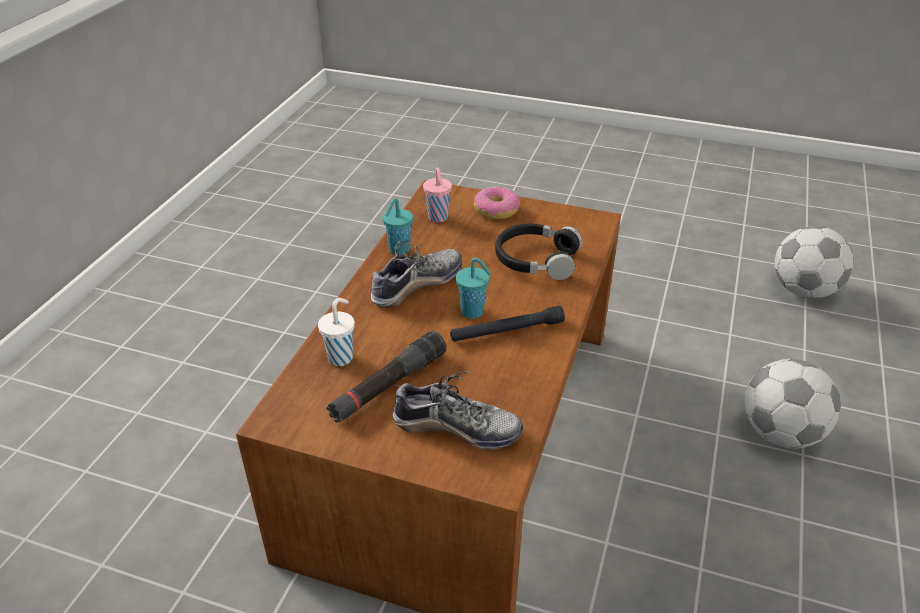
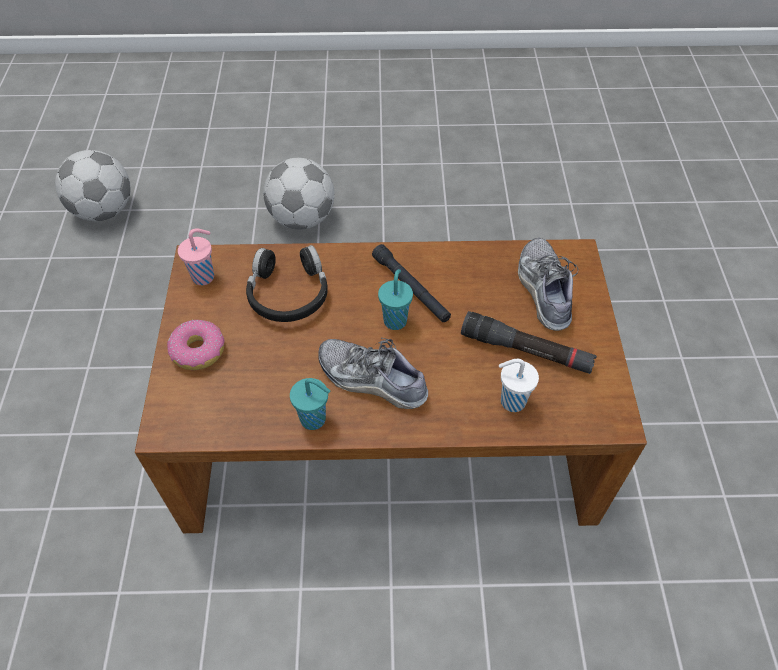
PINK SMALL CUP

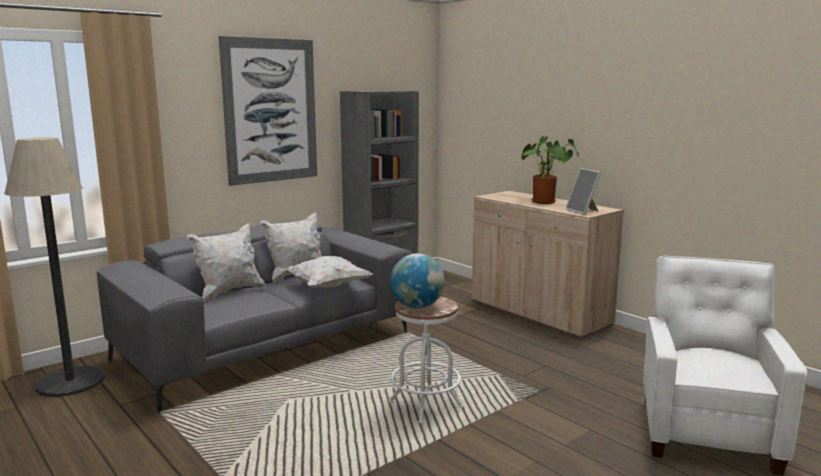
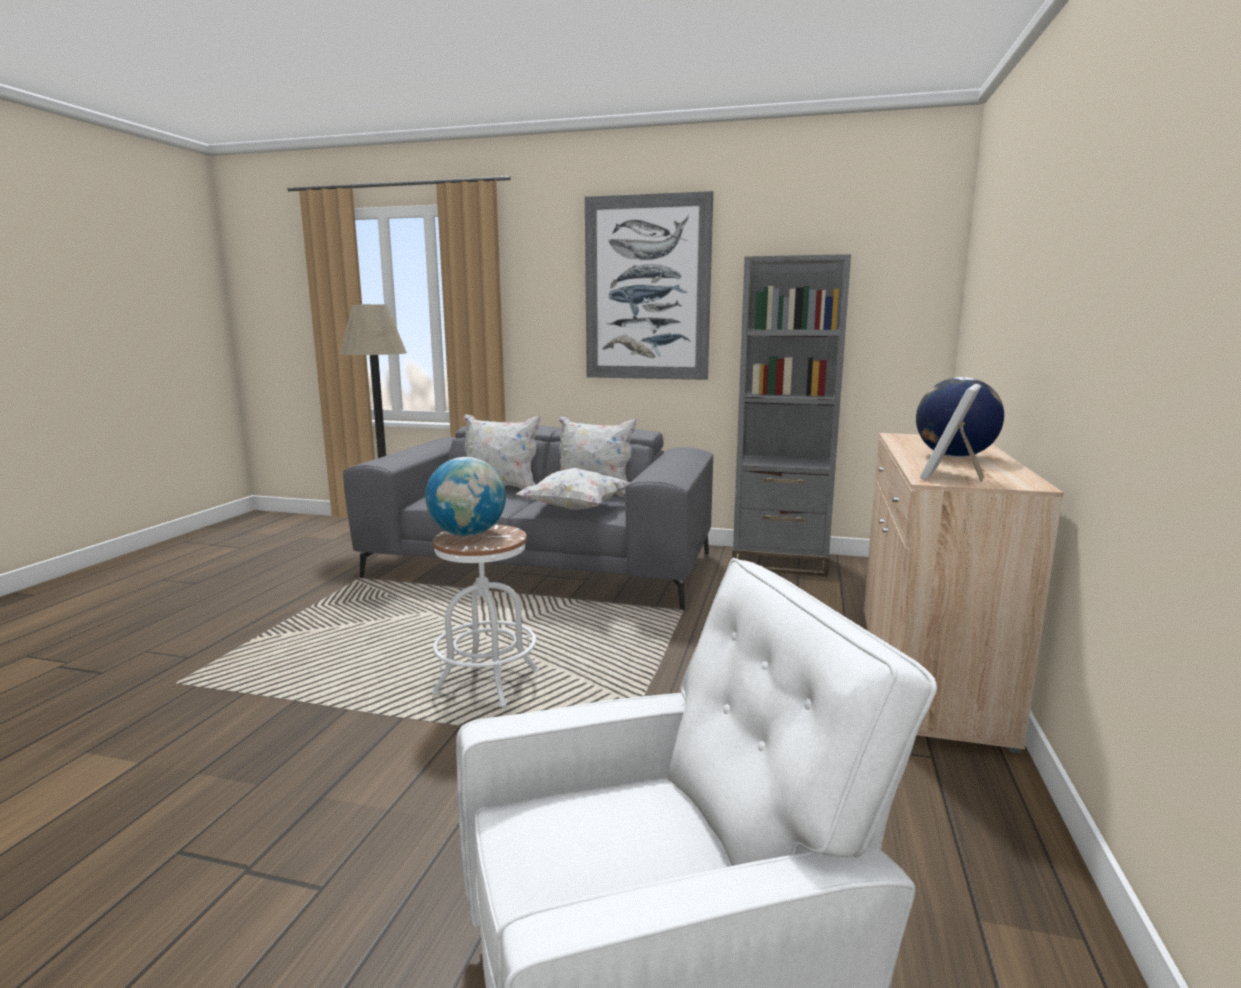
GLOBE (2nd from left)

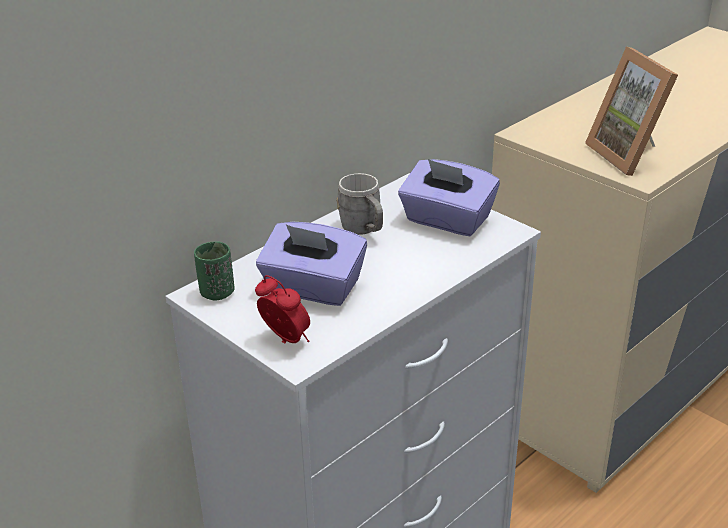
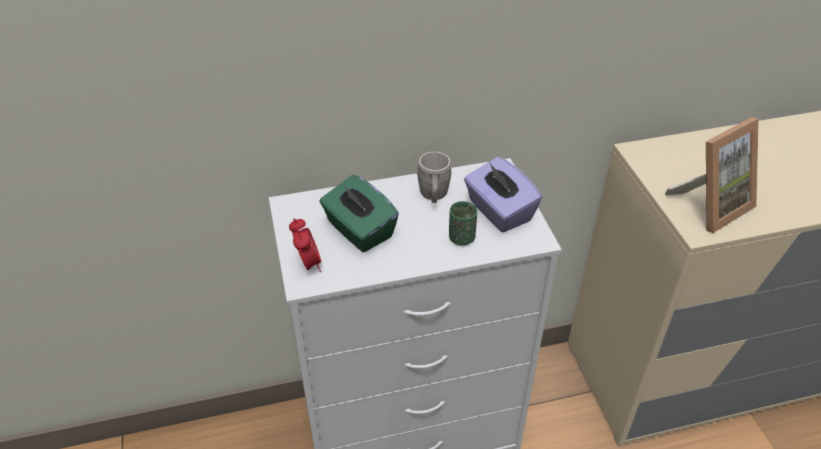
GREEN SMALL CUP
GREEN BOX OF TISSUES
PHOTO FRAME

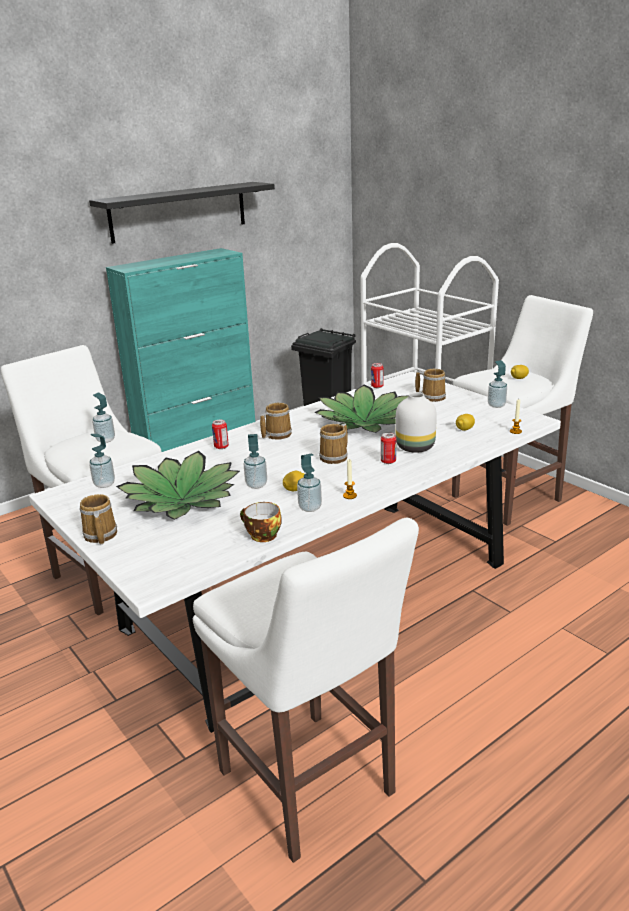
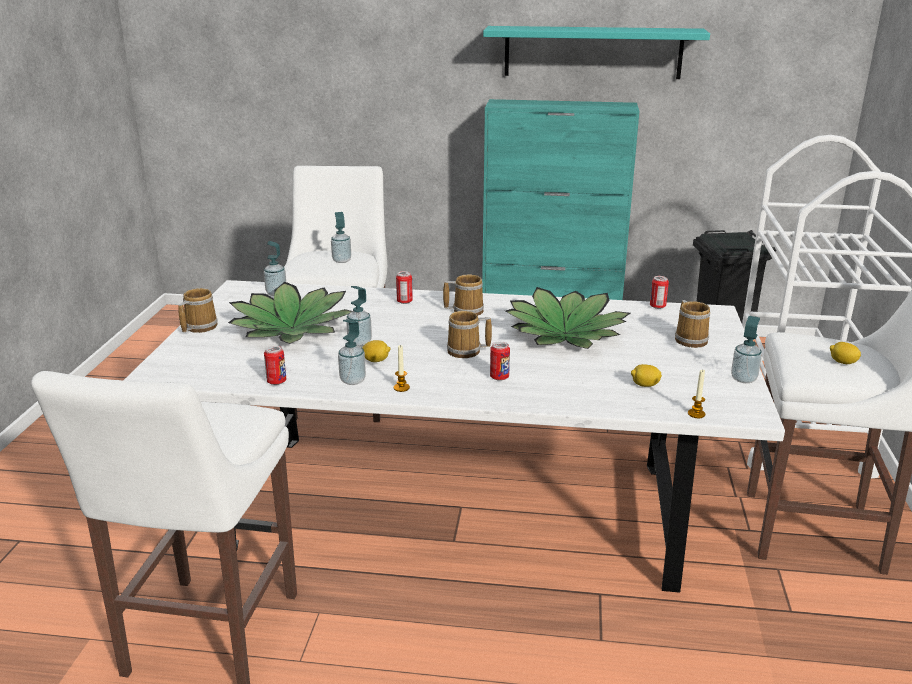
TURQUOISE SHELF
SEALED CAN (1st from left)
WHITE-COLOURED VASE

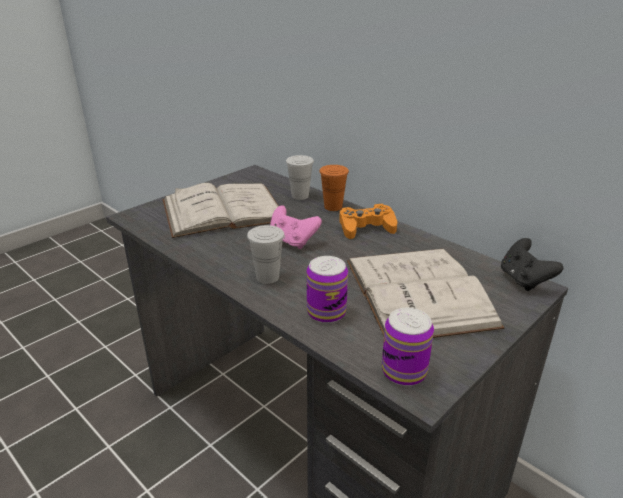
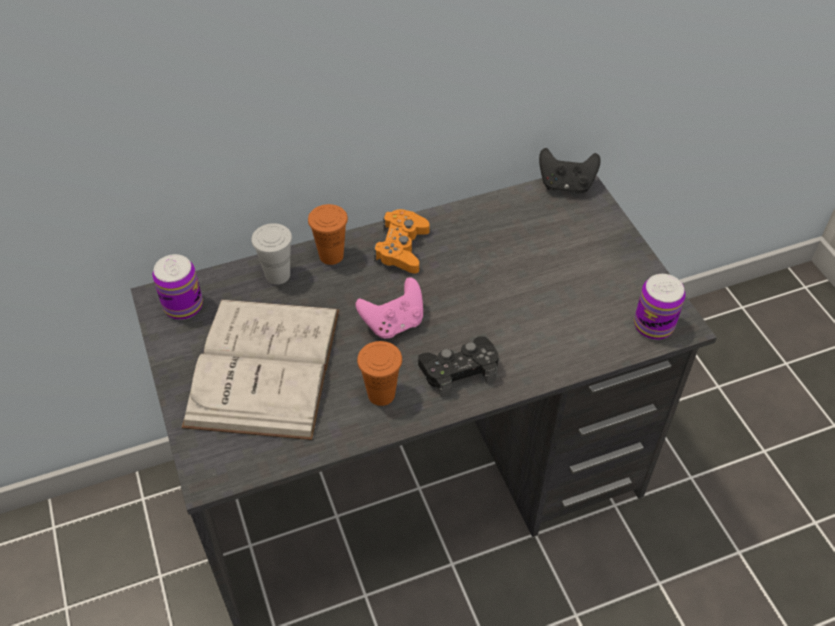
BLACK JOYPAD (1st from left)
SEALED CAN (1st from left)
WHITE-COLOURED BOOK (2nd from left in the first image)
ORANGE SMALL CUP (2nd from left)

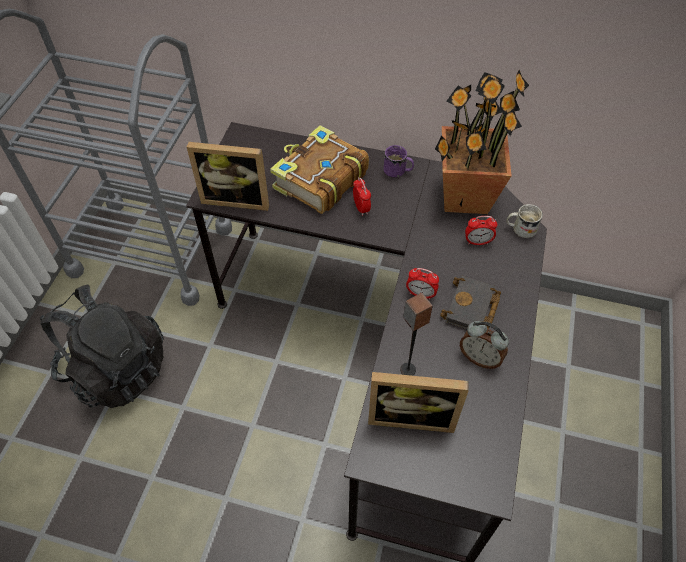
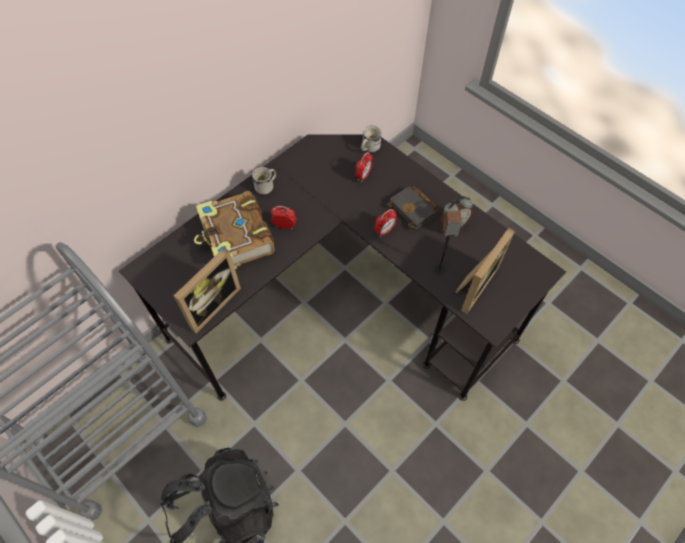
WHITE-COLOURED MUG (1st from left)
PLANT IN A POT

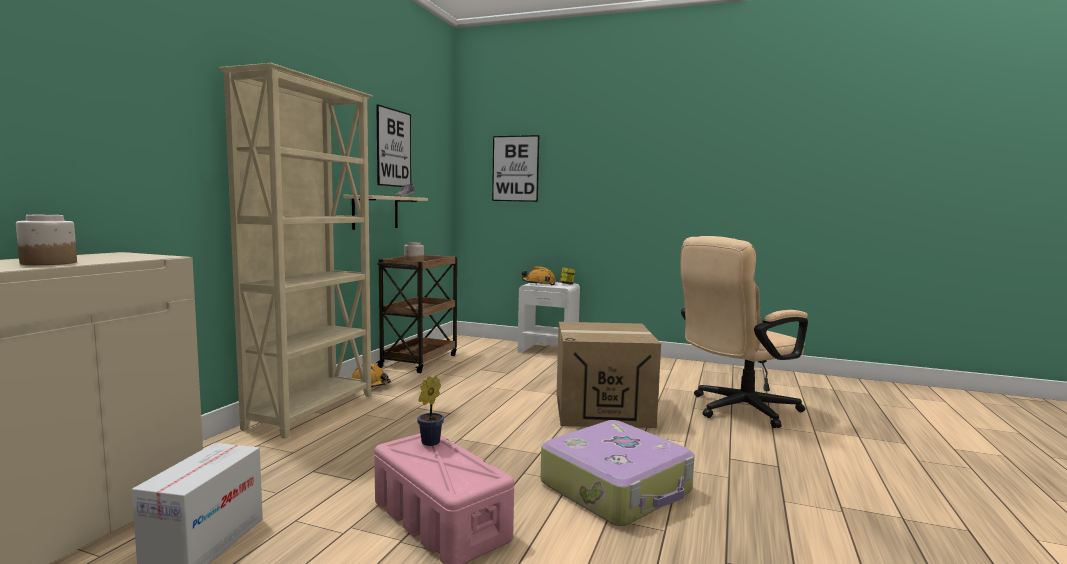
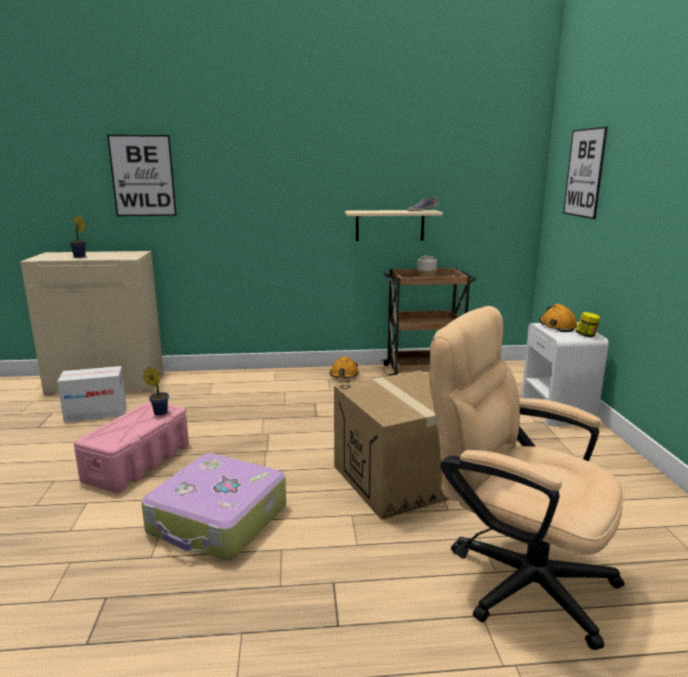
PLANT IN A POT (1st from left)
SAND-COLOURED BOOKCASE
WALL ART (1st from left)

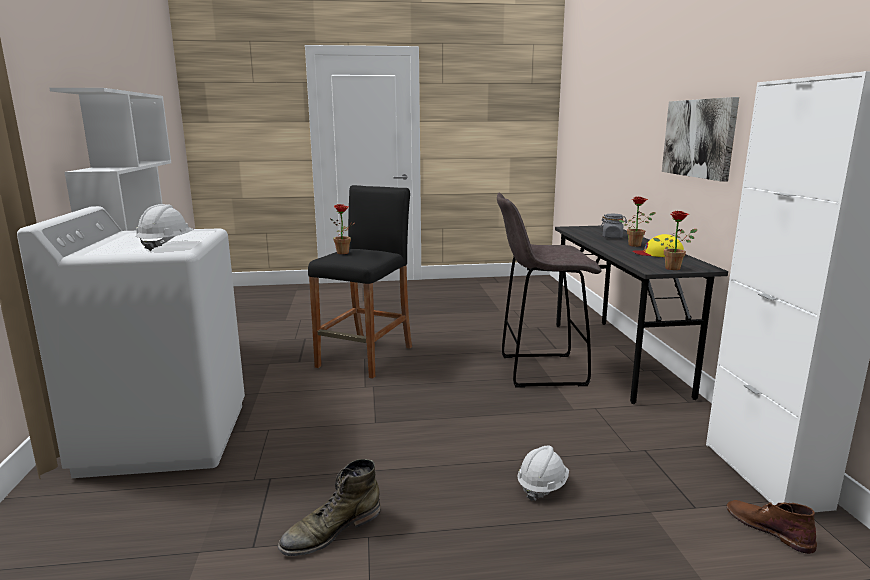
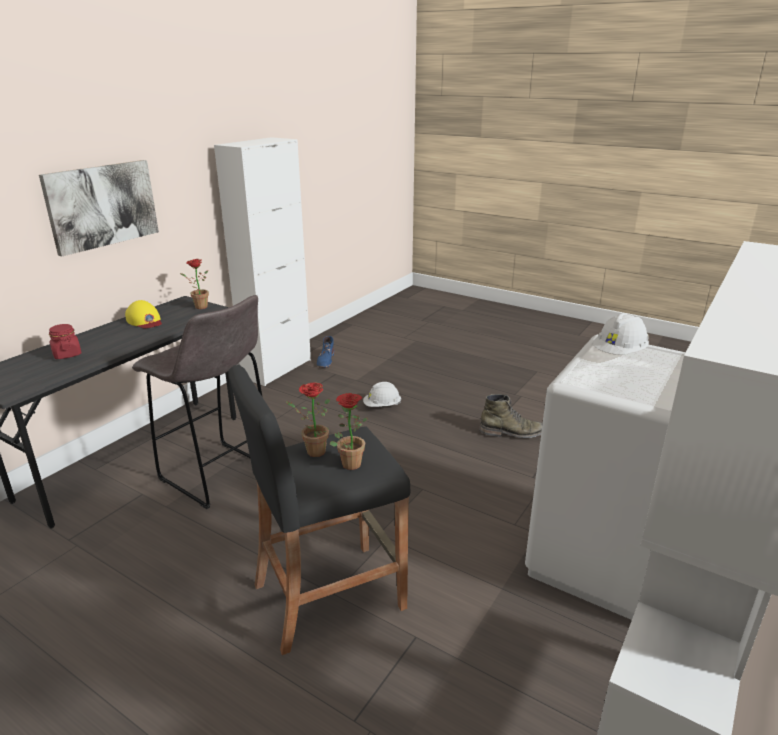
RED-COLOURED PRESERVE JAR
PLANT IN A POT (2nd from left)
BLUE-COLOURED TALL BOOT

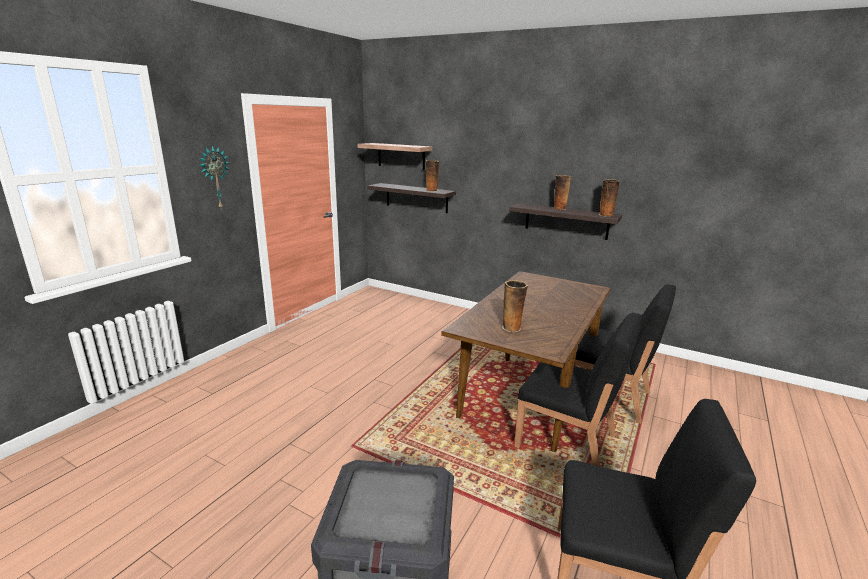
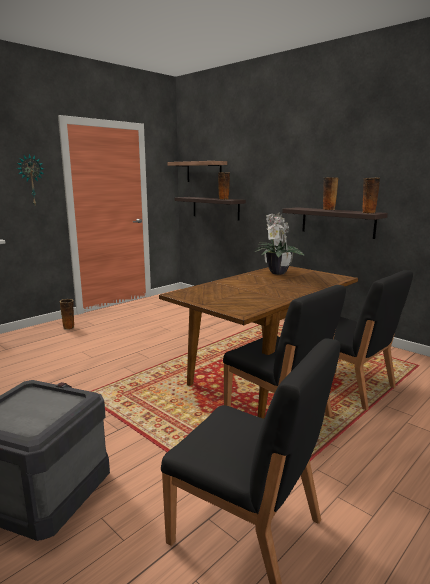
VASE (1st from left)
PLANT IN A POT

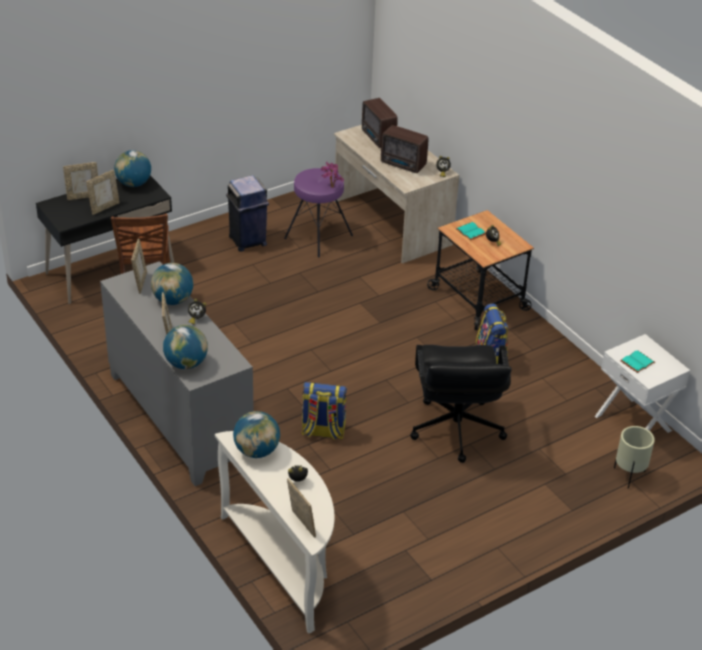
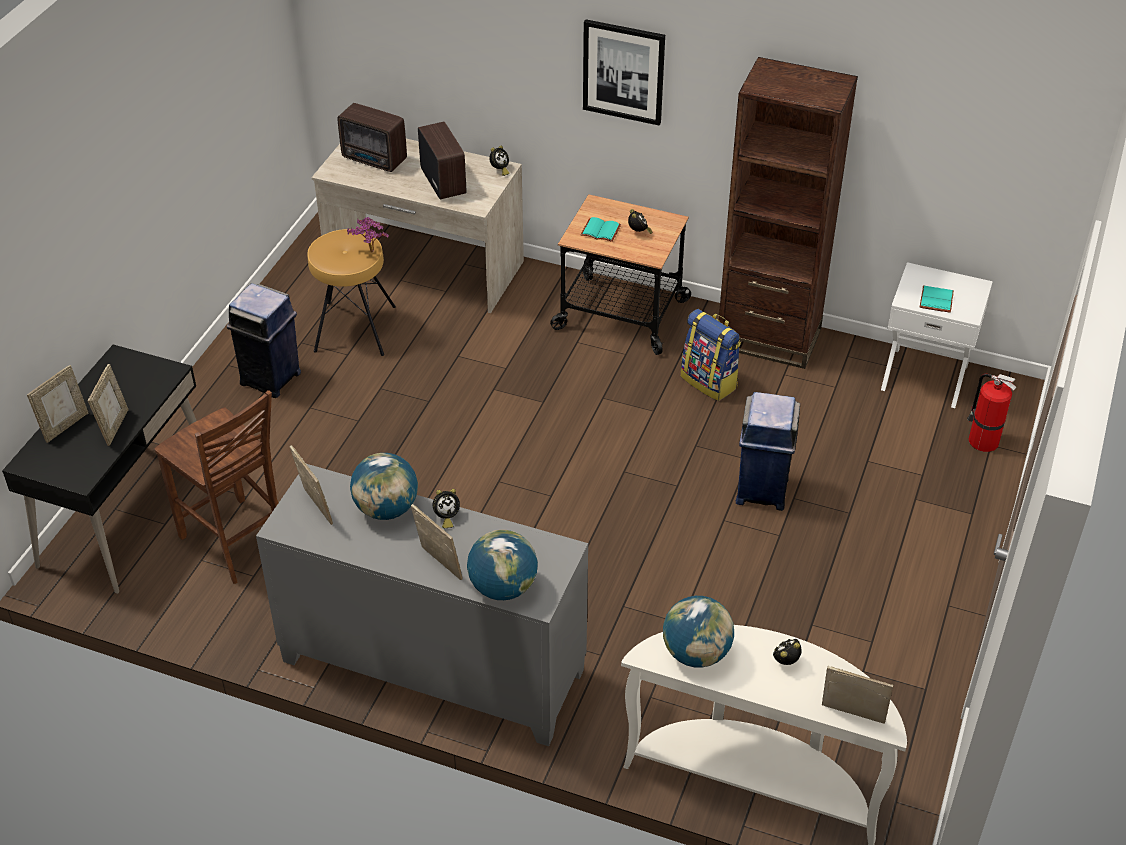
GLOBE (1st from left in the first image)
BROWN-COLOURED SITTING STOOL
RUCKSACK (1st from left in the first image)
RADIO (2nd from left)
BLUE-COLOURED TRASH CAN (2nd from left)
FIRE EXTINGUISHER
WALL ART
BROWN-COLOURED BOOKCASE

